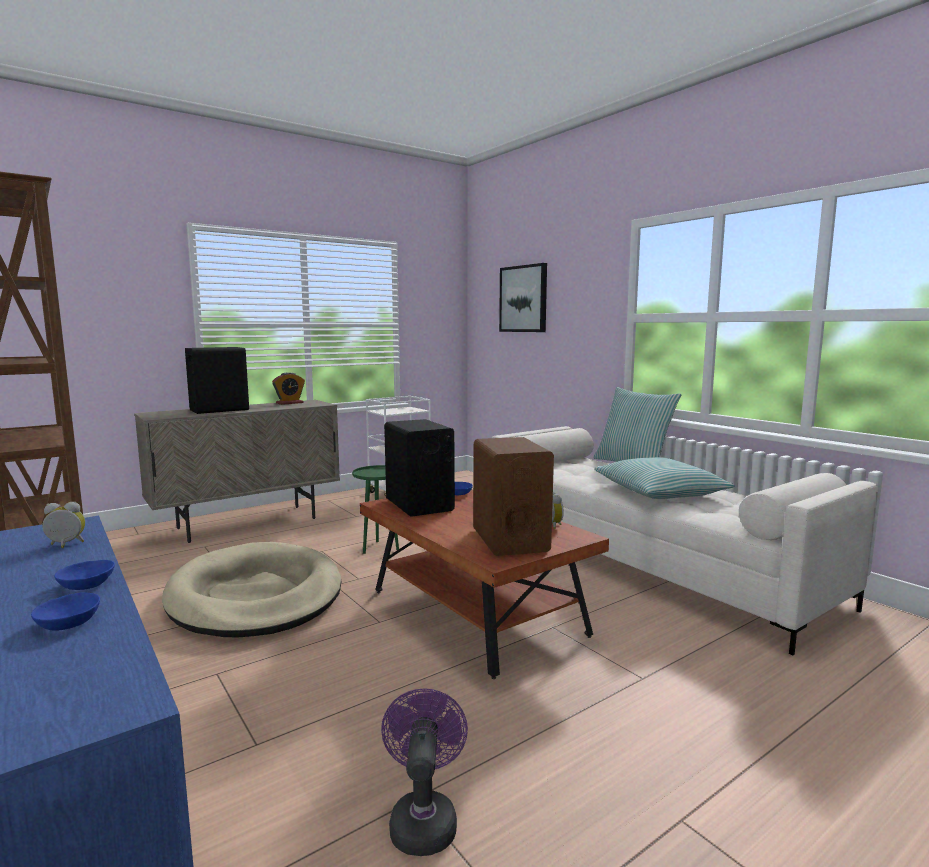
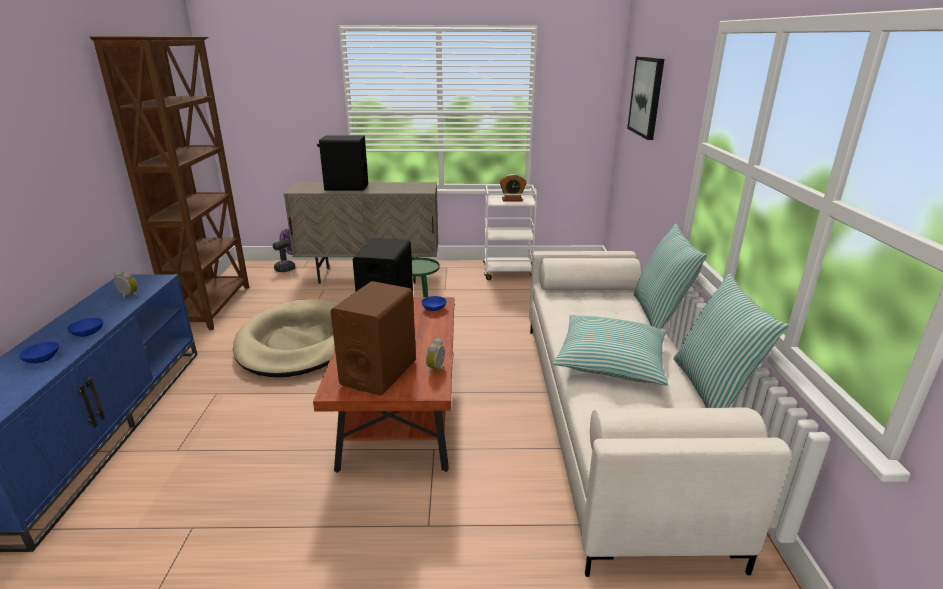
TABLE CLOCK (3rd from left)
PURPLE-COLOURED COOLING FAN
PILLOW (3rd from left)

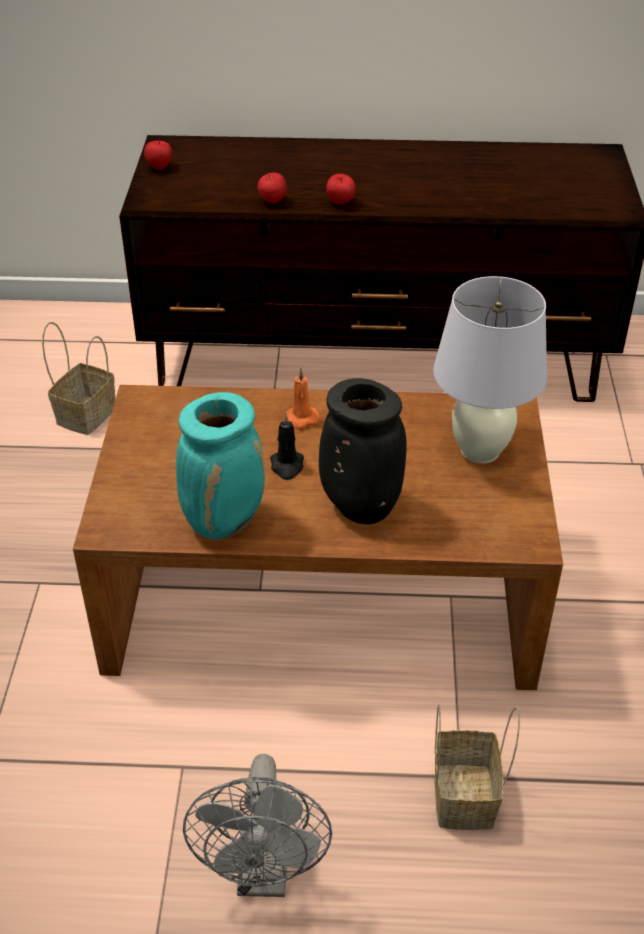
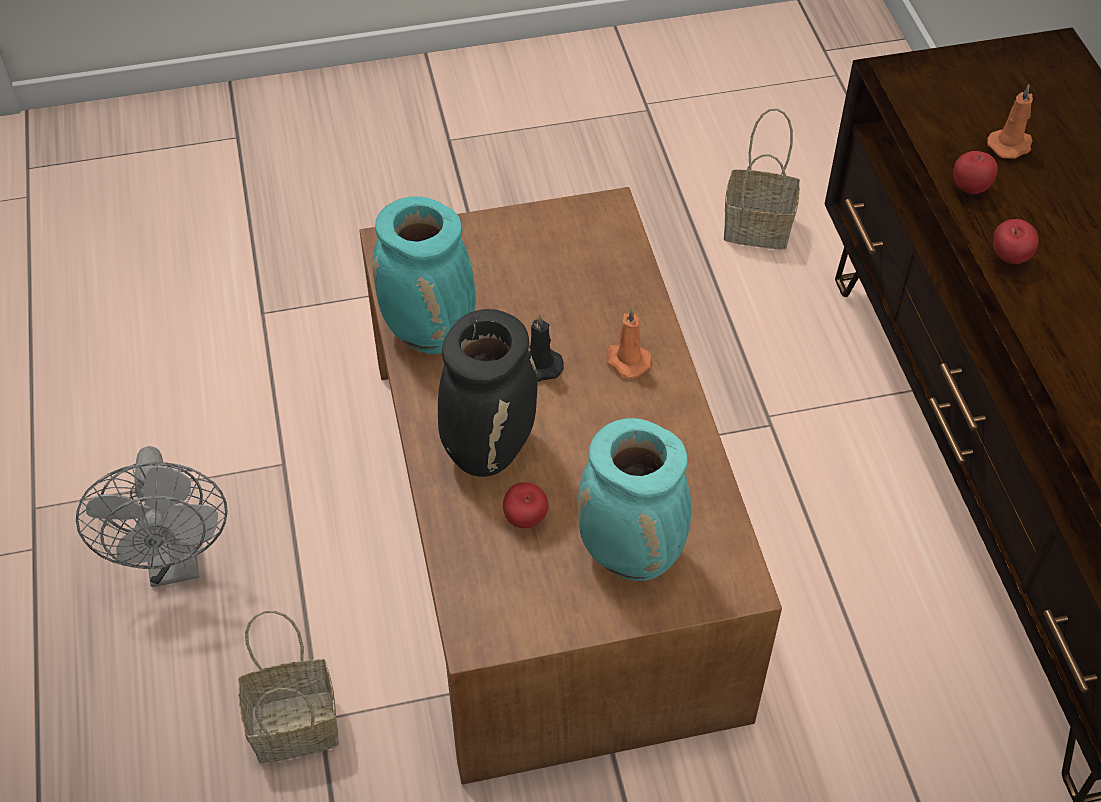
WHOLE APPLE (1st from left)
GREY COOLING FAN
TURQUOISE VASE (2nd from left)
ORANGE WAX LIGHT (2nd from left)

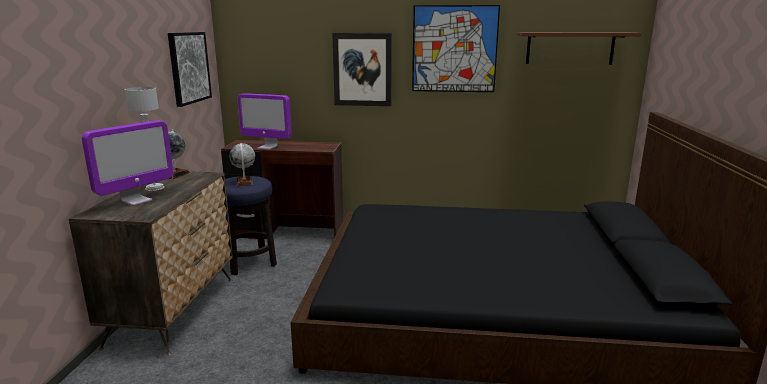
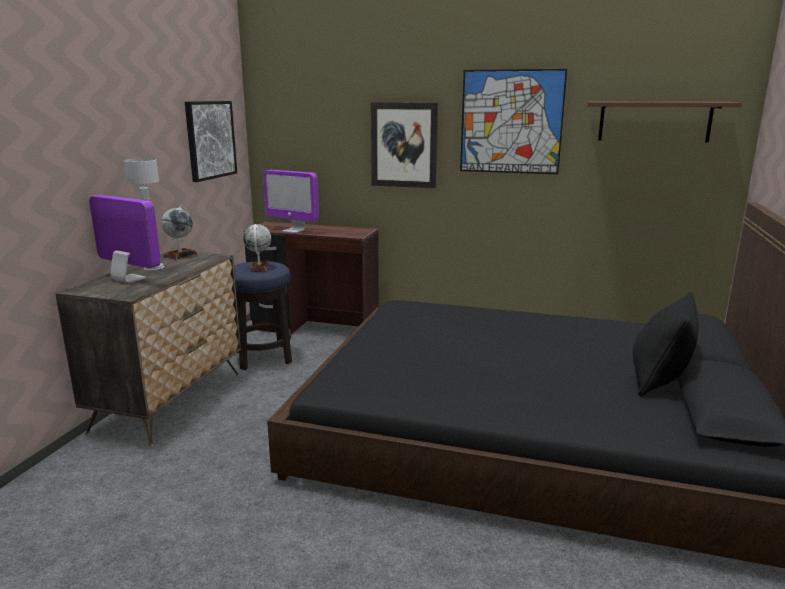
MONITOR (1st from left)
BLACK PILLOW

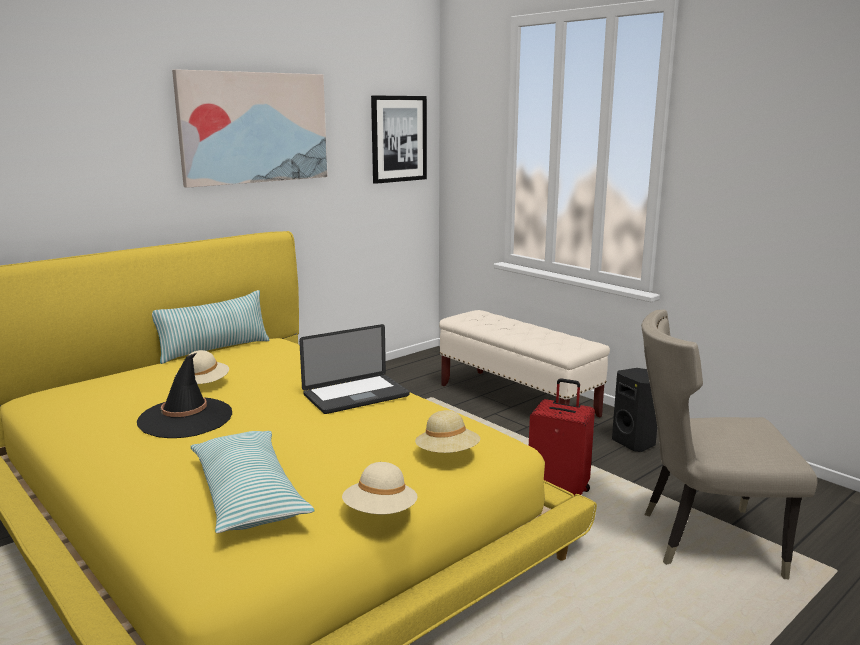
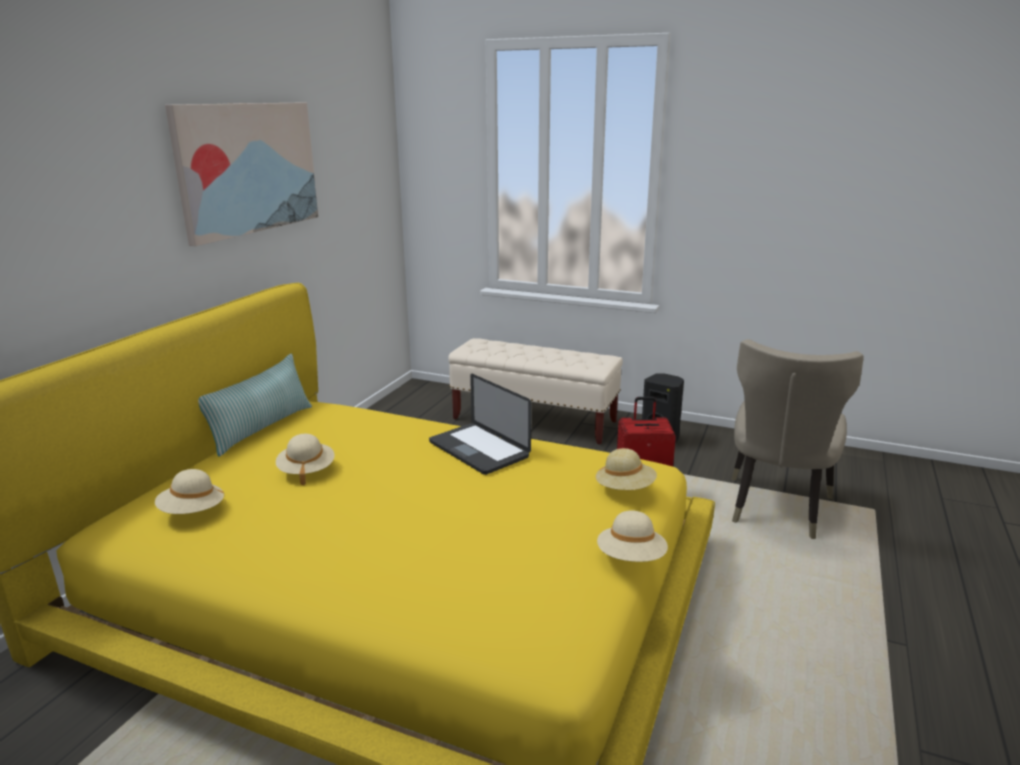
BLACK HAT
PILLOW (2nd from left in the first image)
PORTABLE COMPUTER
WALL ART (2nd from left in the first image)
SAND-COLOURED PLAIN CHAIR
SAND-COLOURED HAT (1st from left)

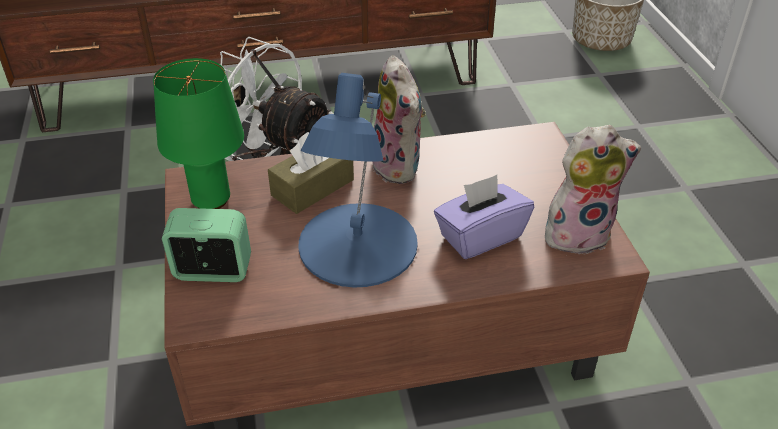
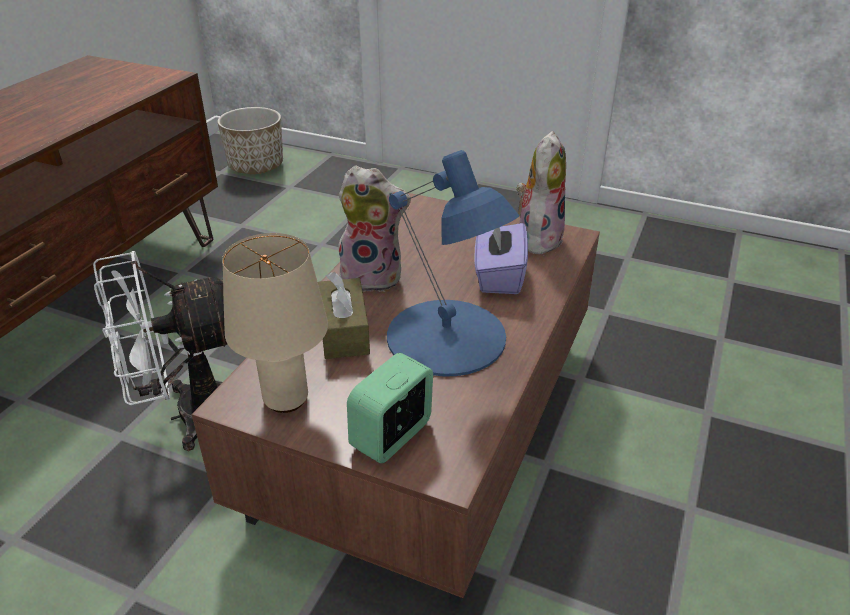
SAND-COLOURED TABLETOP LAMP

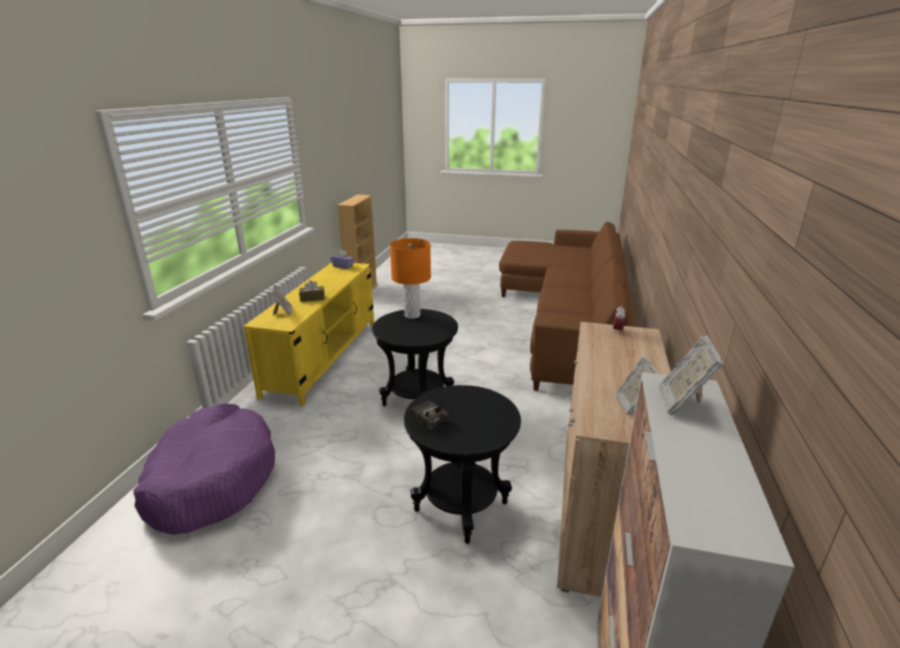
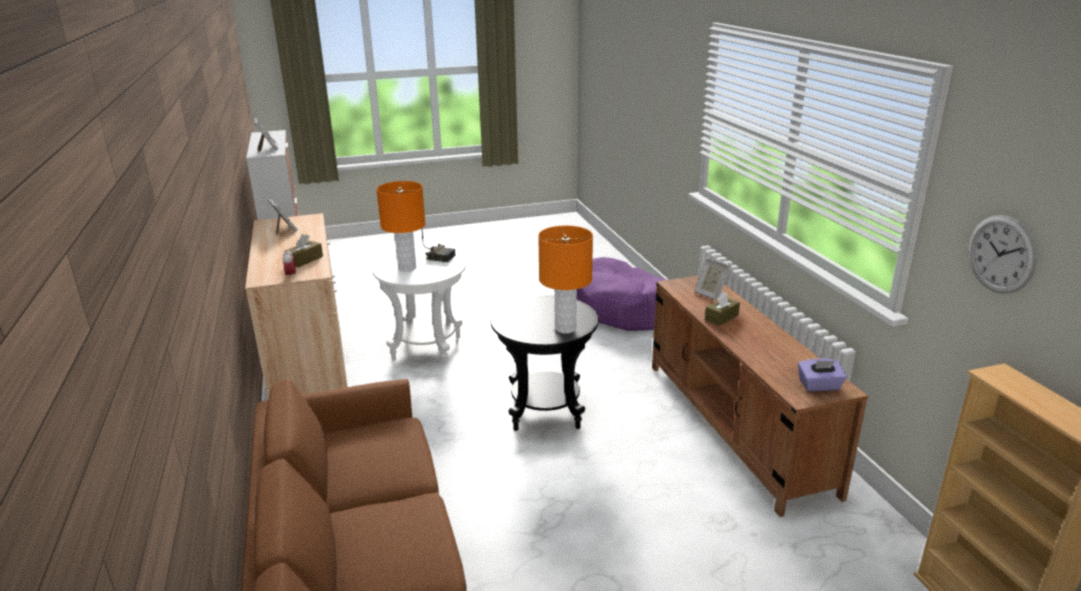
BROWN-COLOURED MEDIA CONSOLE
WHITE-COLOURED END TABLE
BROWN-COLOURED BOX OF TISSUES (1st from left)
ORANGE TABLETOP LAMP (1st from left)
HANGING CLOCK

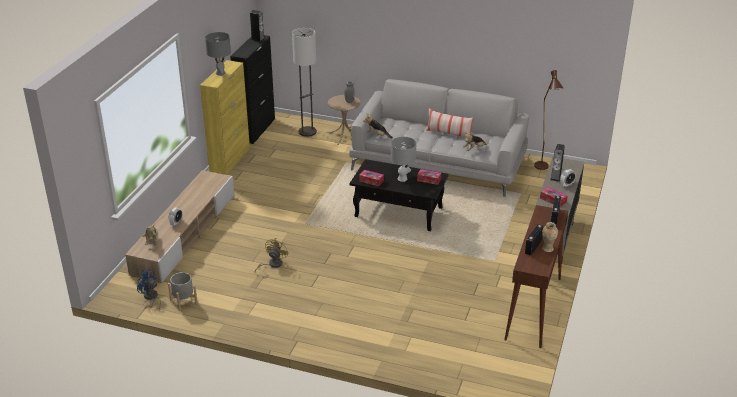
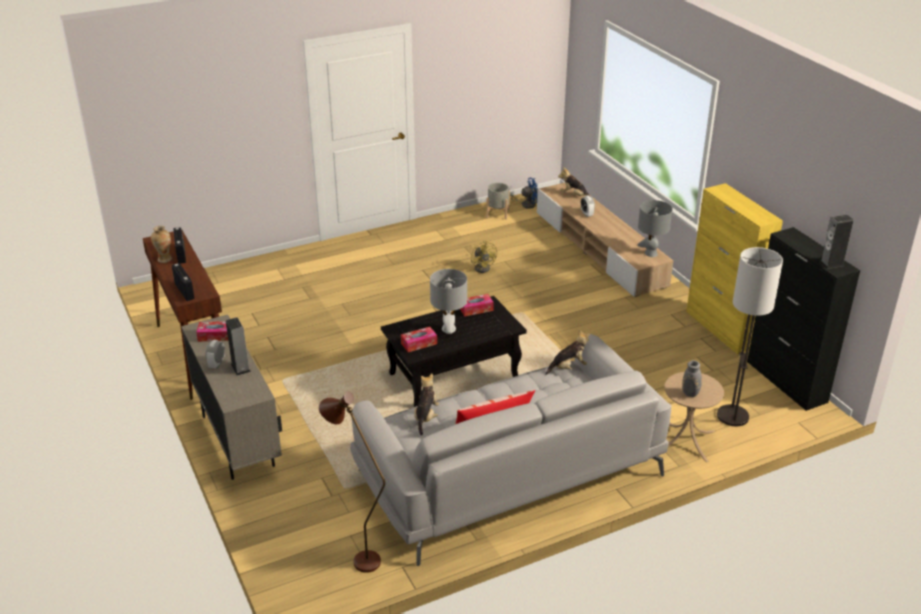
GREY TABLETOP LAMP (2nd from left)

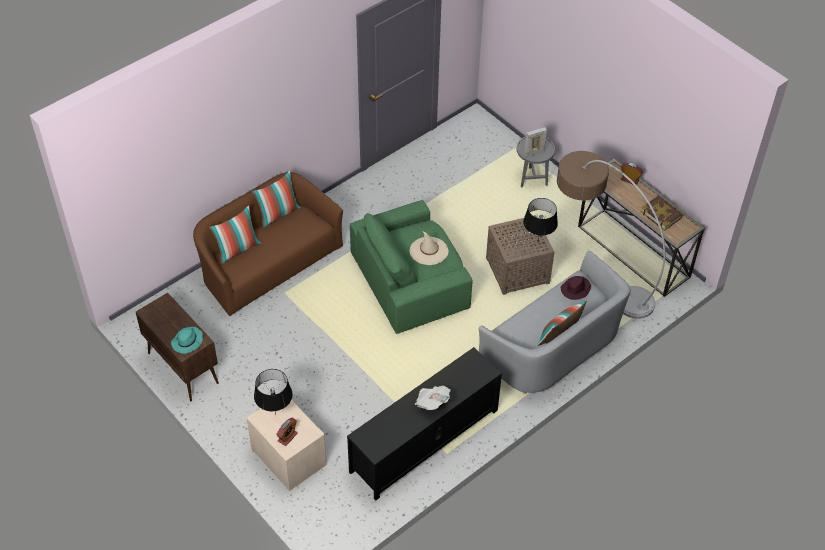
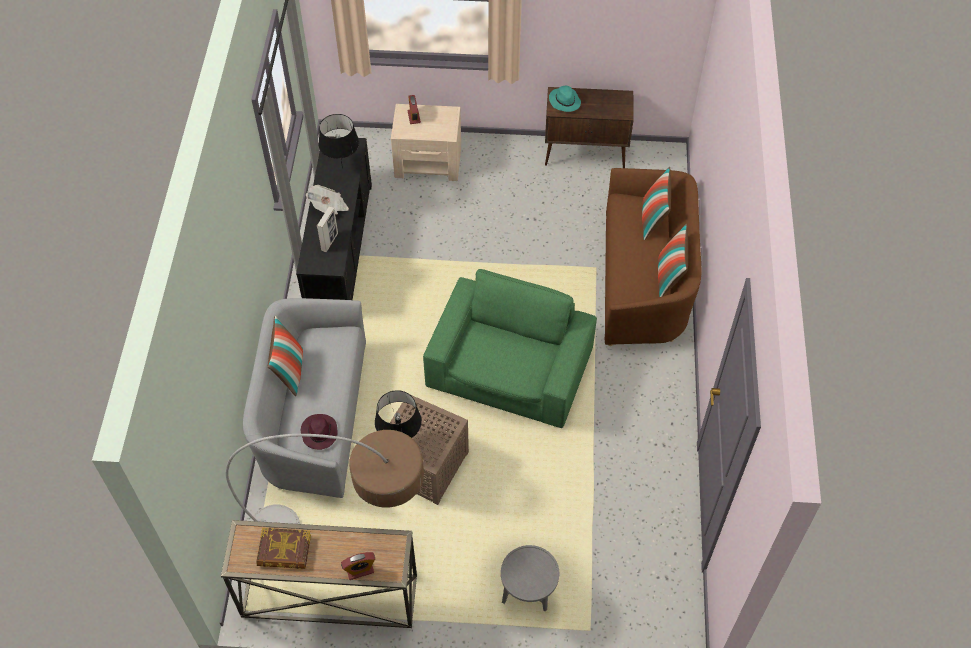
BLACK TABLETOP LAMP (1st from left)
SAND-COLOURED HAT
PHOTO FRAME

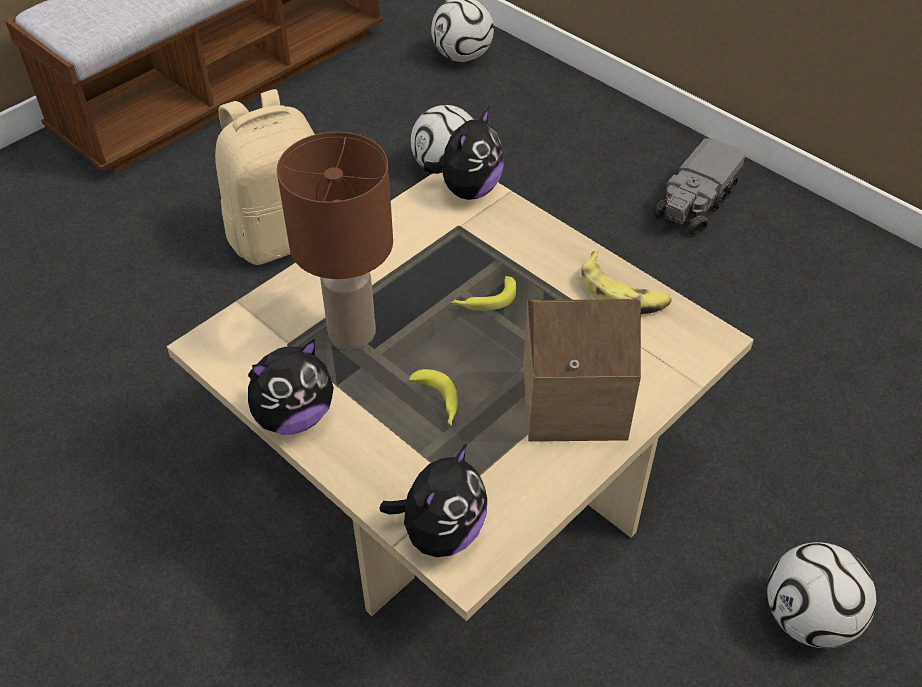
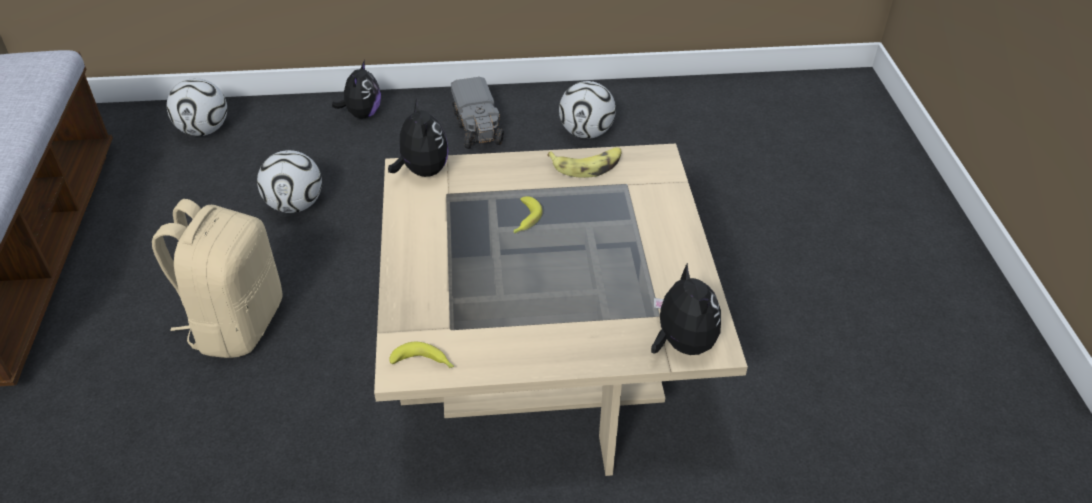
SOFT TOY (1st from left)
BROWN-COLOURED TABLETOP LAMP
WHOLE BANANA (1st from left)
TOY HOUSE
FOOTBALL (3rd from left)

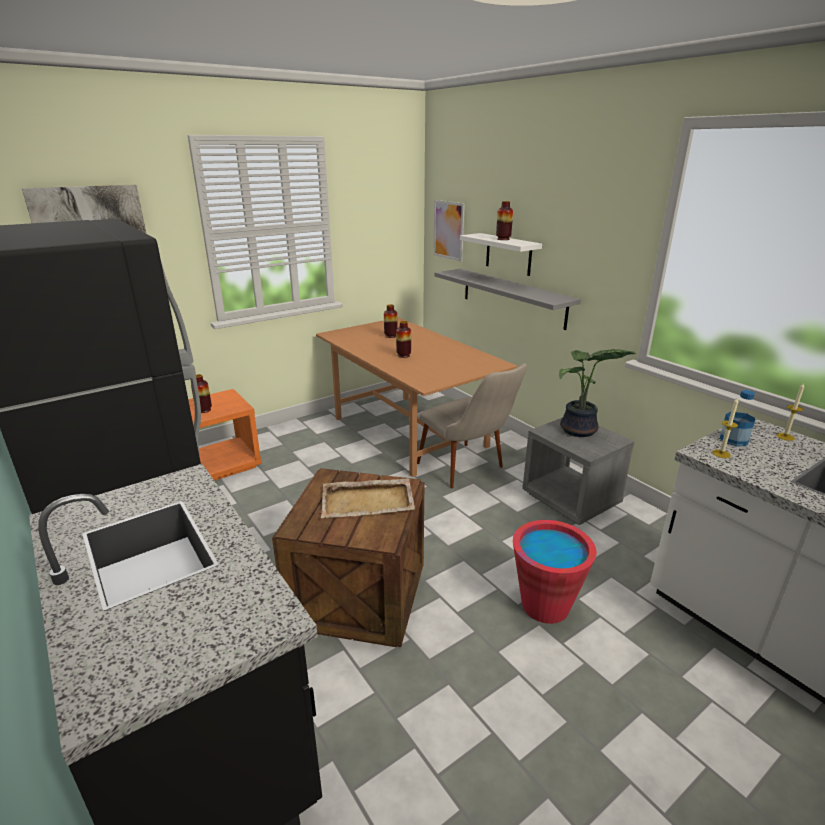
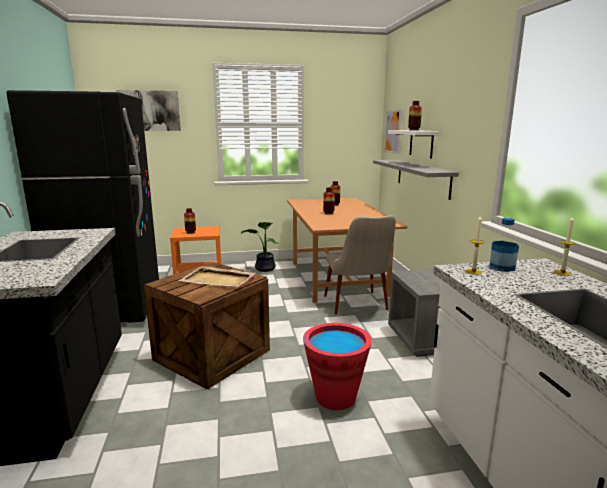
PLANT IN A POT

